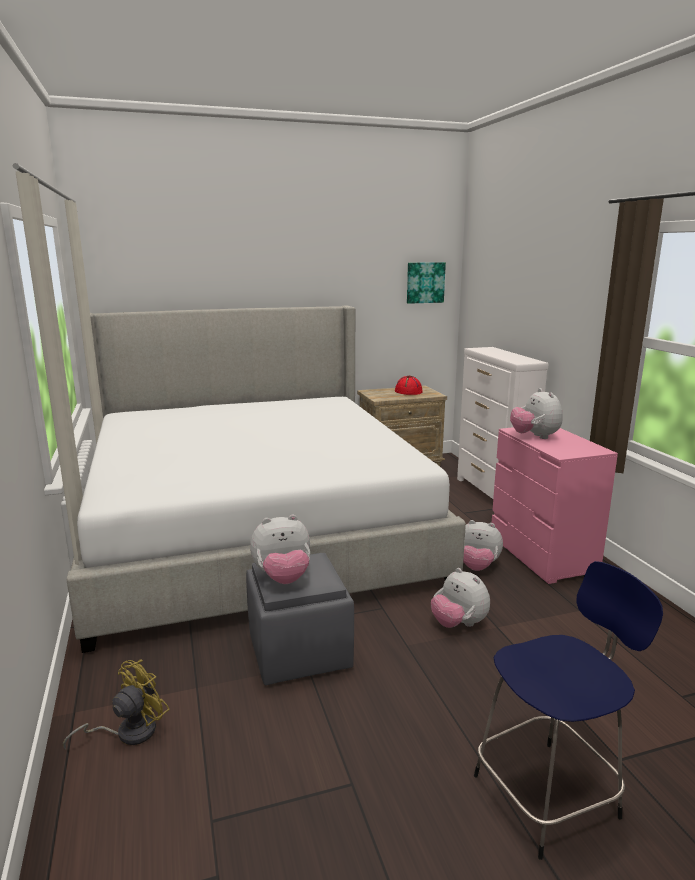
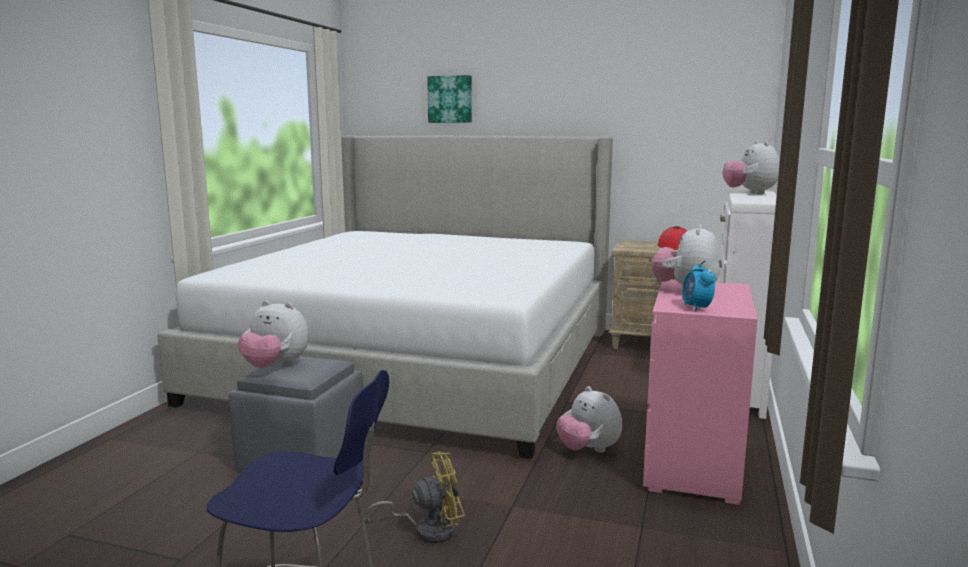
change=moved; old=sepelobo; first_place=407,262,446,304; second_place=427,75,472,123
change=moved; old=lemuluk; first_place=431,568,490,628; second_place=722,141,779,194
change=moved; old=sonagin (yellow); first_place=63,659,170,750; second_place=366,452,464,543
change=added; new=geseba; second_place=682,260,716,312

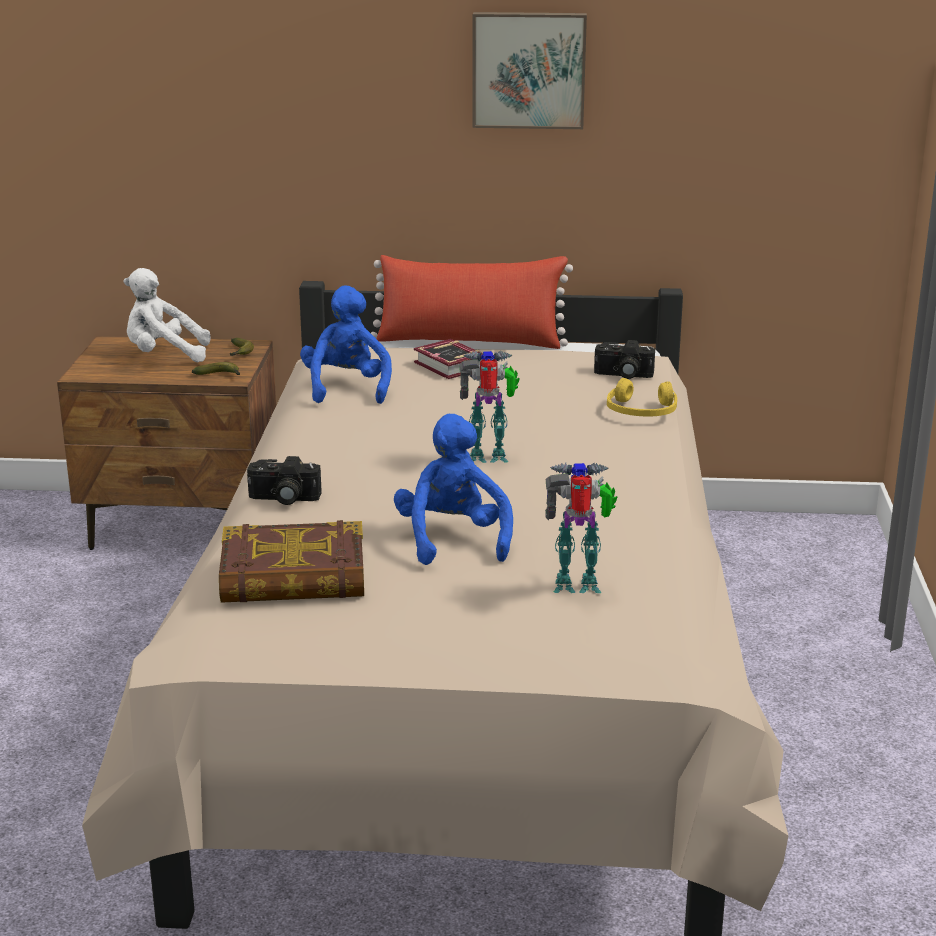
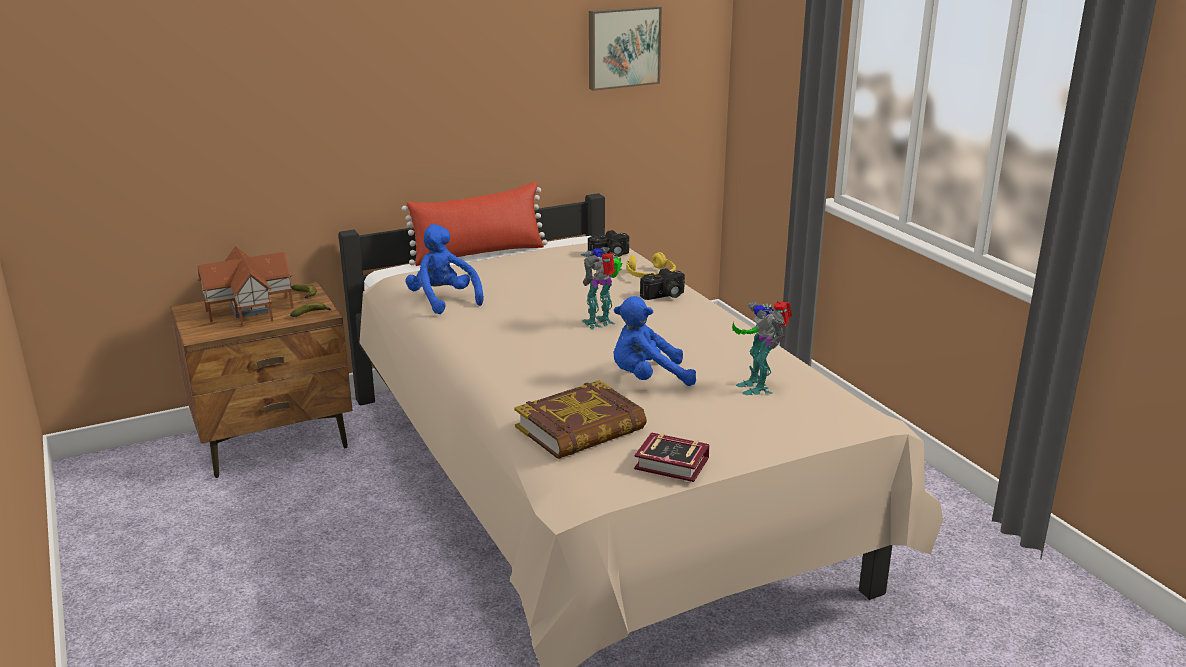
change=moved; old=sepelobo; first_place=472,12,587,129; second_place=589,6,662,91
change=replaced; old=lemuluk (white); new=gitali; first_place=124,268,210,362; second_place=198,246,293,327
change=moved; old=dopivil; first_place=414,339,483,379; second_place=634,432,710,482
change=turned; old=lemuluk (blue); first_place=394,414,513,565; second_place=613,296,696,386; degrees=-60
change=moved; old=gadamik; first_place=247,456,321,505; second_place=640,268,685,300
change=turned; old=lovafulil; first_place=545,462,617,593; second_place=732,301,792,395; degrees=-75

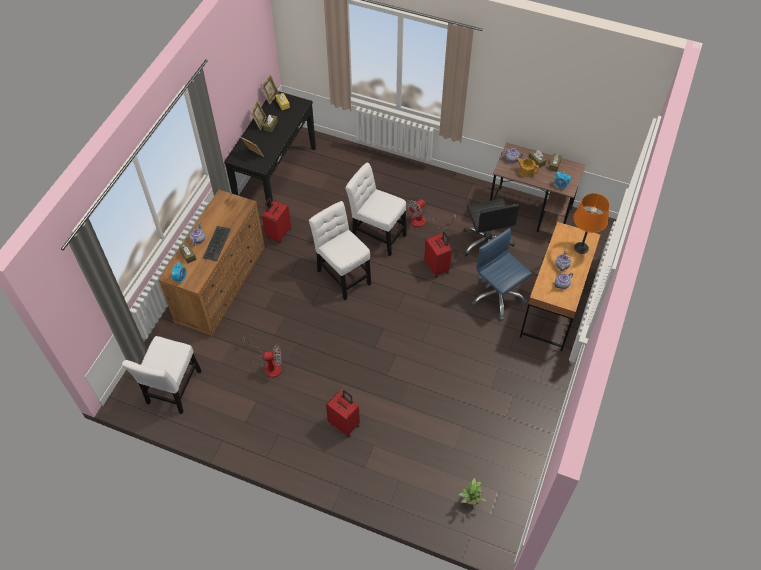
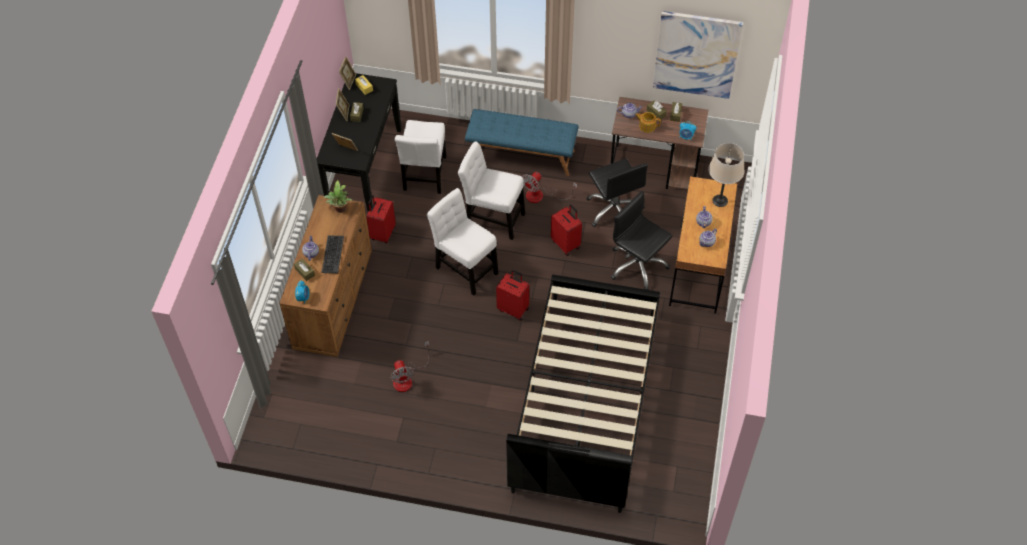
change=recoloured; old=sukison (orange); new=sukison (beige); first_place=574,193,610,254; second_place=708,143,744,207
change=recoloured; old=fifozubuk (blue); new=fifozubuk (black); first_place=471,228,532,320; second_place=611,191,673,290
change=moved; old=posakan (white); first_place=122,336,201,414; second_place=395,120,446,194
change=turned; old=sonagin; first_place=244,338,282,378; second_place=390,341,430,392; degrees=90
change=moved; old=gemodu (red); first_place=326,390,360,438; second_place=496,270,529,321
change=moved; old=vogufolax; first_place=458,478,487,506; second_place=324,180,353,213
change=added; new=sepelobo; second_place=653,11,744,99
change=added; new=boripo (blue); second_place=465,109,579,176
change=added; new=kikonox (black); second_place=506,275,660,513

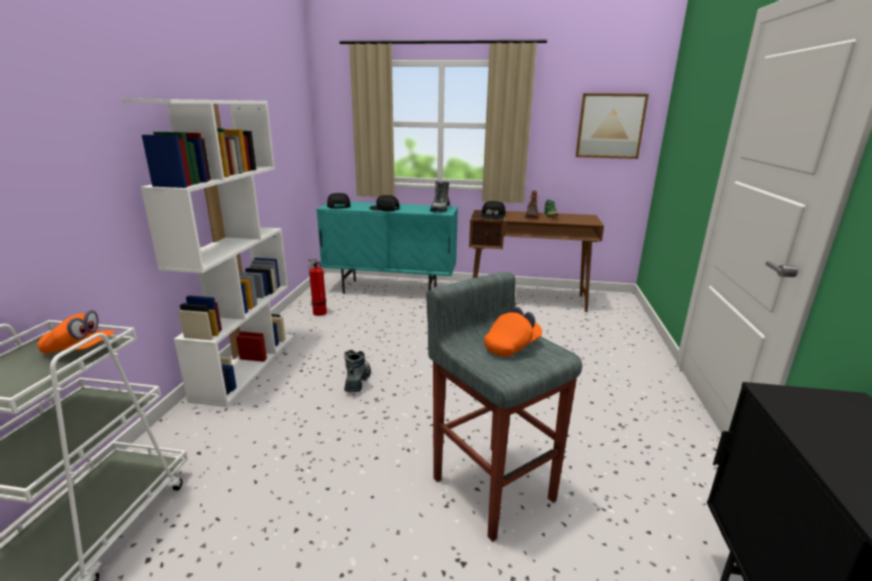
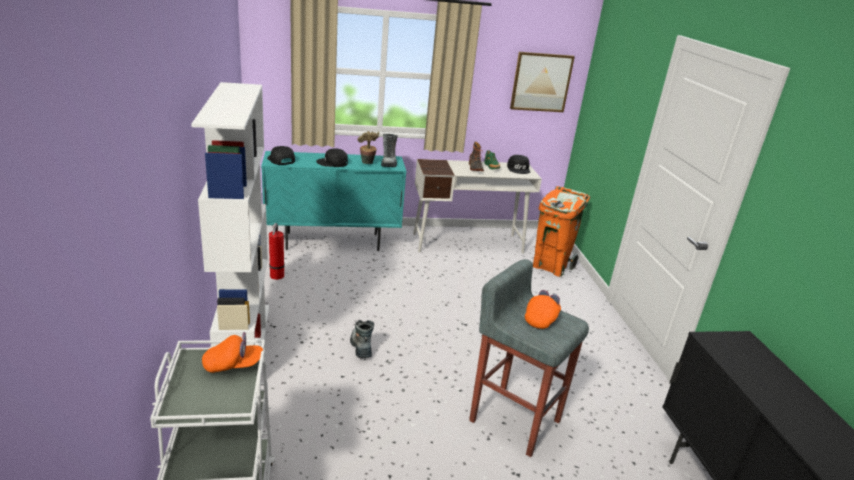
change=moved; old=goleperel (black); first_place=481,201,506,219; second_place=507,155,530,174
change=recoloured; old=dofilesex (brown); new=dofilesex (white); first_place=469,210,604,312; second_place=413,159,542,254
change=added; new=vogufolax; second_place=358,131,379,164
change=added; new=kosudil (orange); second_place=533,186,590,277

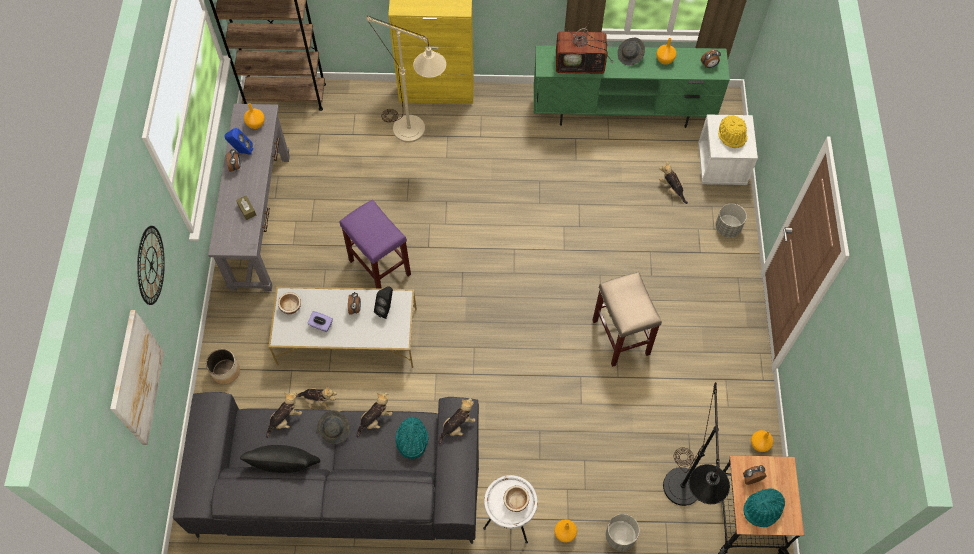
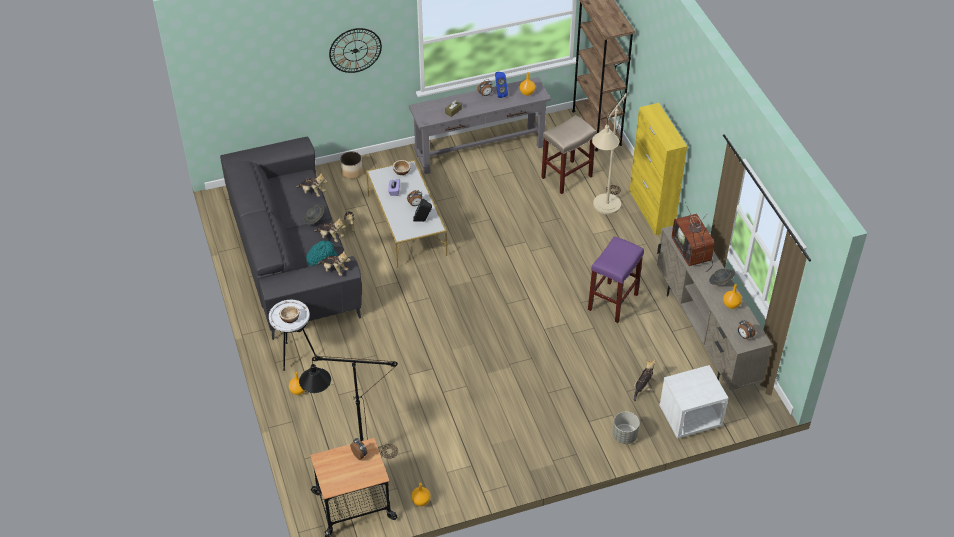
change=recoloured; old=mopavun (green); new=mopavun (beige); first_place=533,45,730,128; second_place=657,226,772,390
change=removed; old=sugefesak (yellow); first_place=718,115,747,148
change=moved; old=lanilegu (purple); first_place=340,199,411,288; second_place=588,236,644,323
change=moved; old=lanilegu (beige); first_place=592,272,662,367; second_place=541,115,597,194
change=removed; old=sepelobo; first_place=110,310,164,445
change=removed; old=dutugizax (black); first_place=240,445,320,473
change=removed; old=sugefesak (turquoise); first_place=744,488,785,527
change=removed; old=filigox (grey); first_place=606,514,639,551

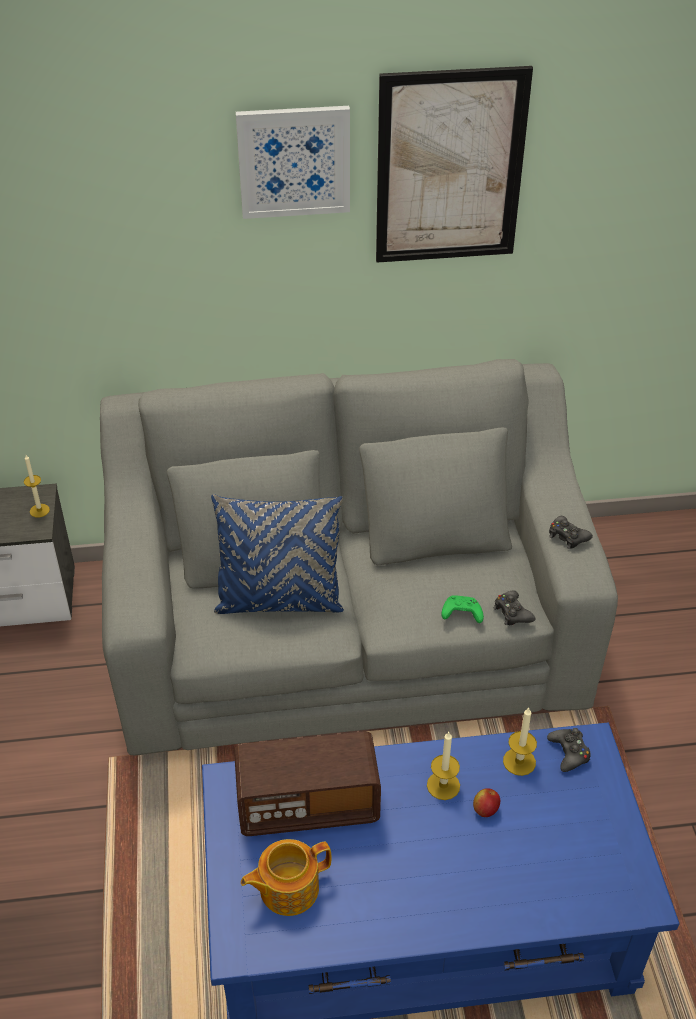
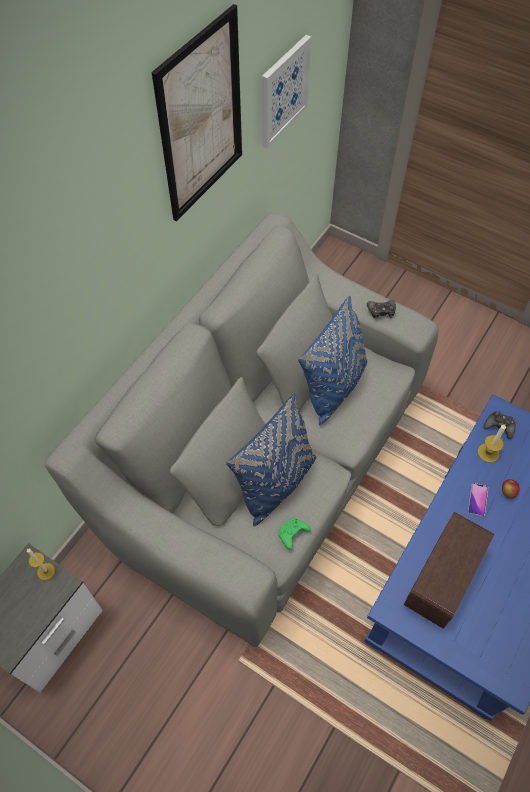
change=moved; old=sepelobo; first_place=236,106,350,219; second_place=262,35,311,148
change=removed; old=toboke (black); first_place=494,590,535,625
change=moved; old=toboke (green); first_place=441,596,484,623; second_place=278,518,311,550
change=replaced; old=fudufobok; new=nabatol; first_place=427,732,460,800; second_place=468,483,488,517
change=removed; old=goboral; first_place=241,839,331,916
change=added; new=dutugizax (blue); second_place=298,296,367,426

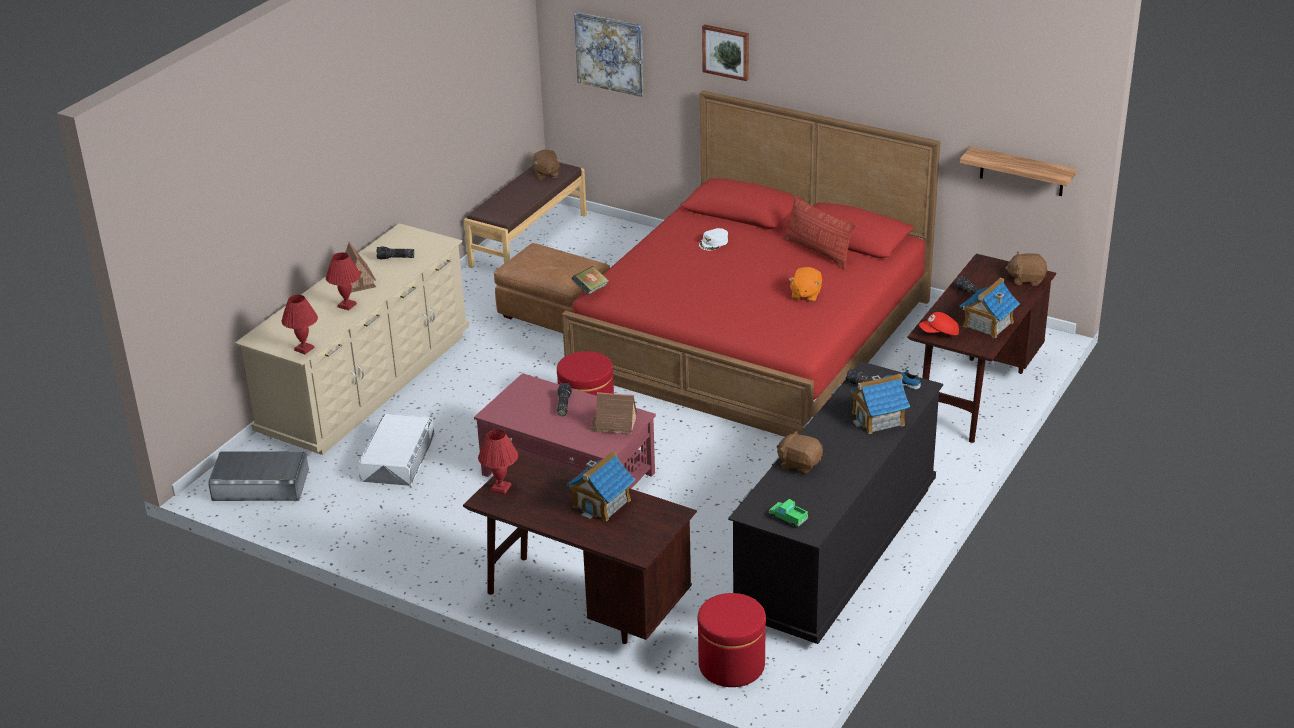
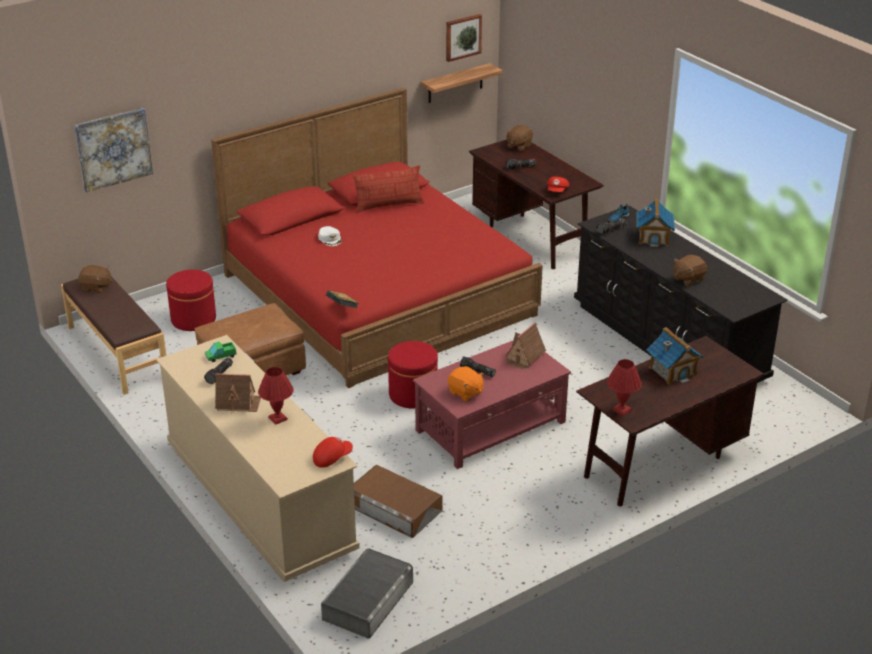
change=moved; old=sepelobo; first_place=702,24,749,81; second_place=446,14,482,62
change=moved; old=lemuluk (orange); first_place=789,267,822,302; second_place=448,366,484,401
change=removed; old=gitali; first_place=960,278,1020,338
change=replaced; old=sukison (red); new=goleperel (red); first_place=281,295,318,354; second_place=313,437,353,468
change=recoloured; old=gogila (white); new=gogila (brown); first_place=358,414,435,486; second_place=354,465,443,538
change=moved; old=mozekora; first_place=769,499,808,527; second_place=205,342,237,362
change=moved; old=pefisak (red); first_place=698,593,766,687; second_place=166,269,216,331

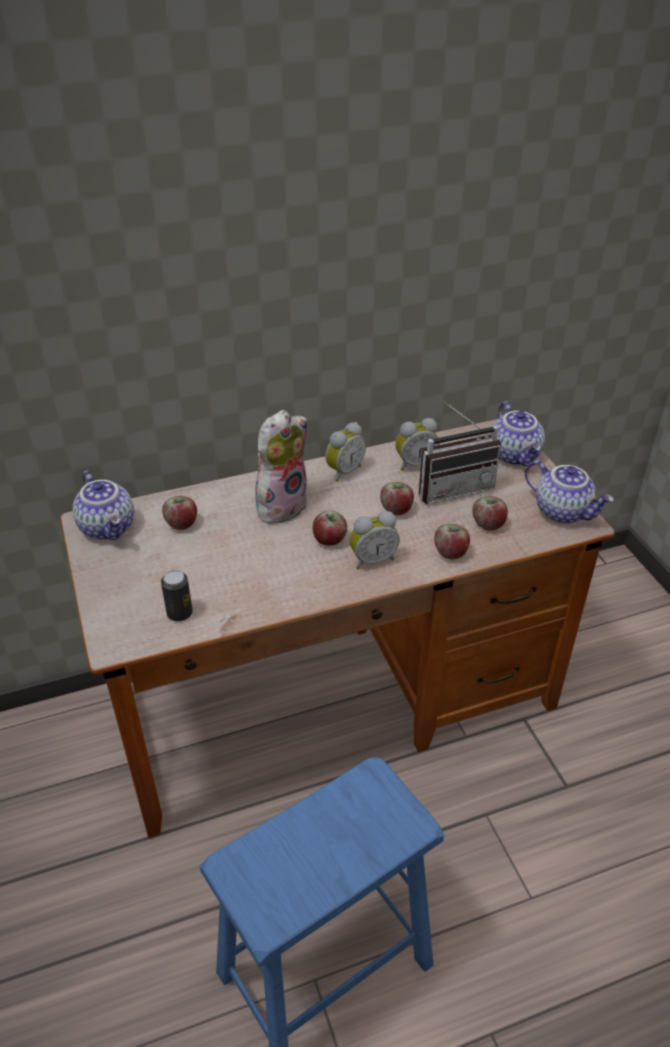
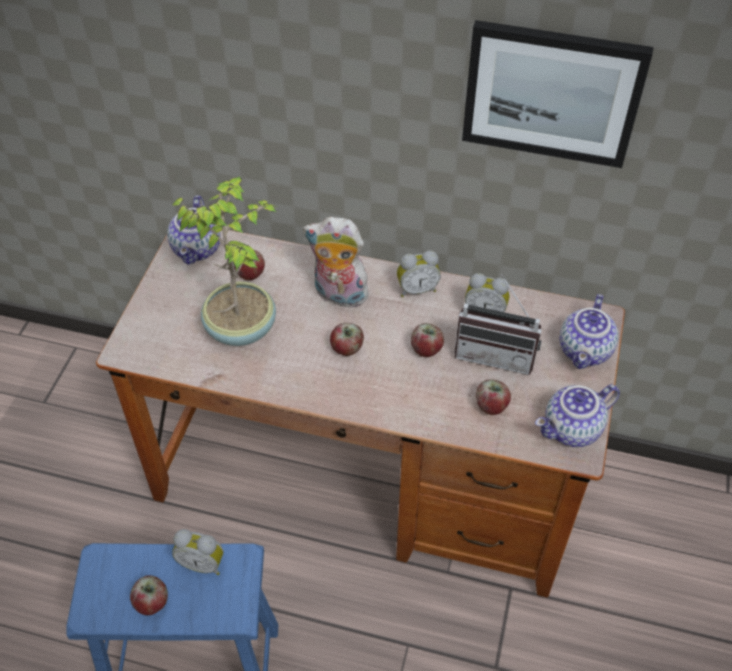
change=turned; old=lemuluk; first_place=255,410,308,525; second_place=303,217,371,307; degrees=-150
change=turned; old=goboral; first_place=525,460,614,524; second_place=535,384,620,447; degrees=75
change=moved; old=geseba; first_place=349,511,400,569; second_place=172,529,223,575
change=moved; old=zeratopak; first_place=434,524,470,559; second_place=130,575,168,615
change=removed; old=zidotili; first_place=161,570,193,621
change=added; new=sepelobo; second_place=462,20,654,168
change=added; new=vogufolax; second_place=172,176,277,346

